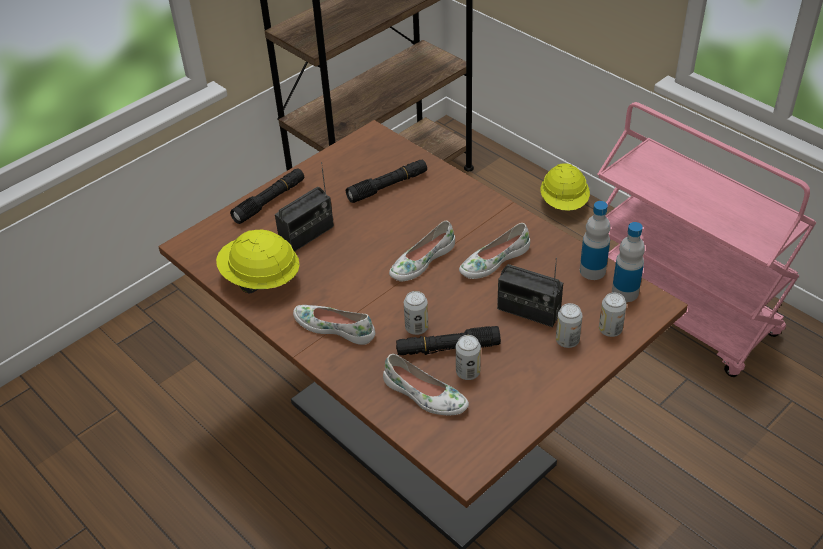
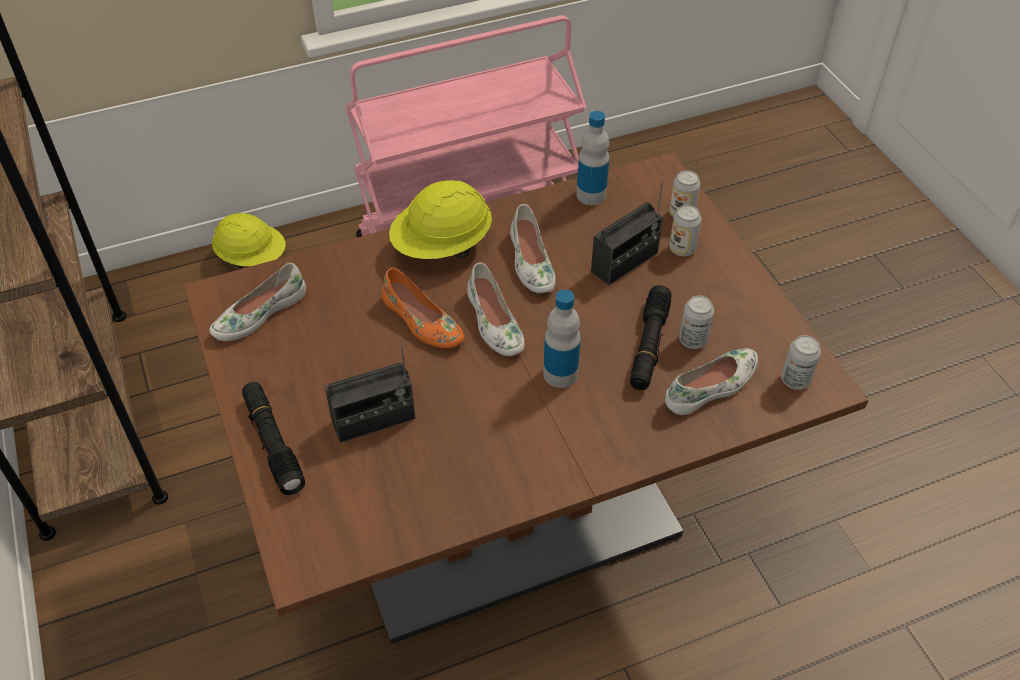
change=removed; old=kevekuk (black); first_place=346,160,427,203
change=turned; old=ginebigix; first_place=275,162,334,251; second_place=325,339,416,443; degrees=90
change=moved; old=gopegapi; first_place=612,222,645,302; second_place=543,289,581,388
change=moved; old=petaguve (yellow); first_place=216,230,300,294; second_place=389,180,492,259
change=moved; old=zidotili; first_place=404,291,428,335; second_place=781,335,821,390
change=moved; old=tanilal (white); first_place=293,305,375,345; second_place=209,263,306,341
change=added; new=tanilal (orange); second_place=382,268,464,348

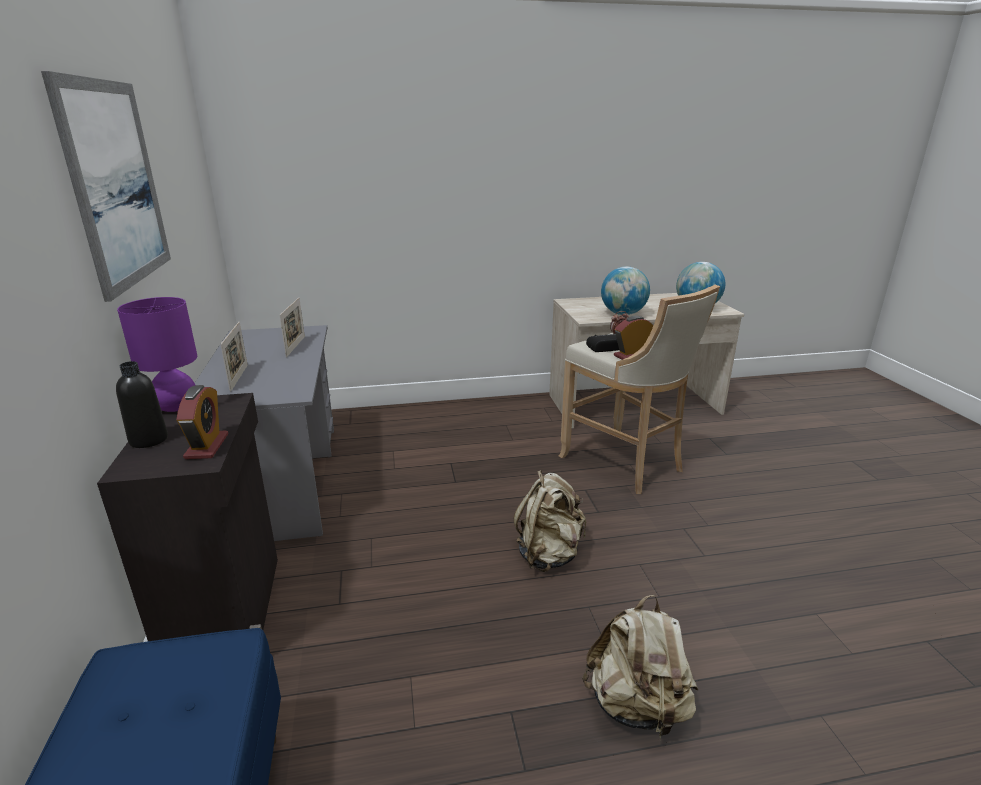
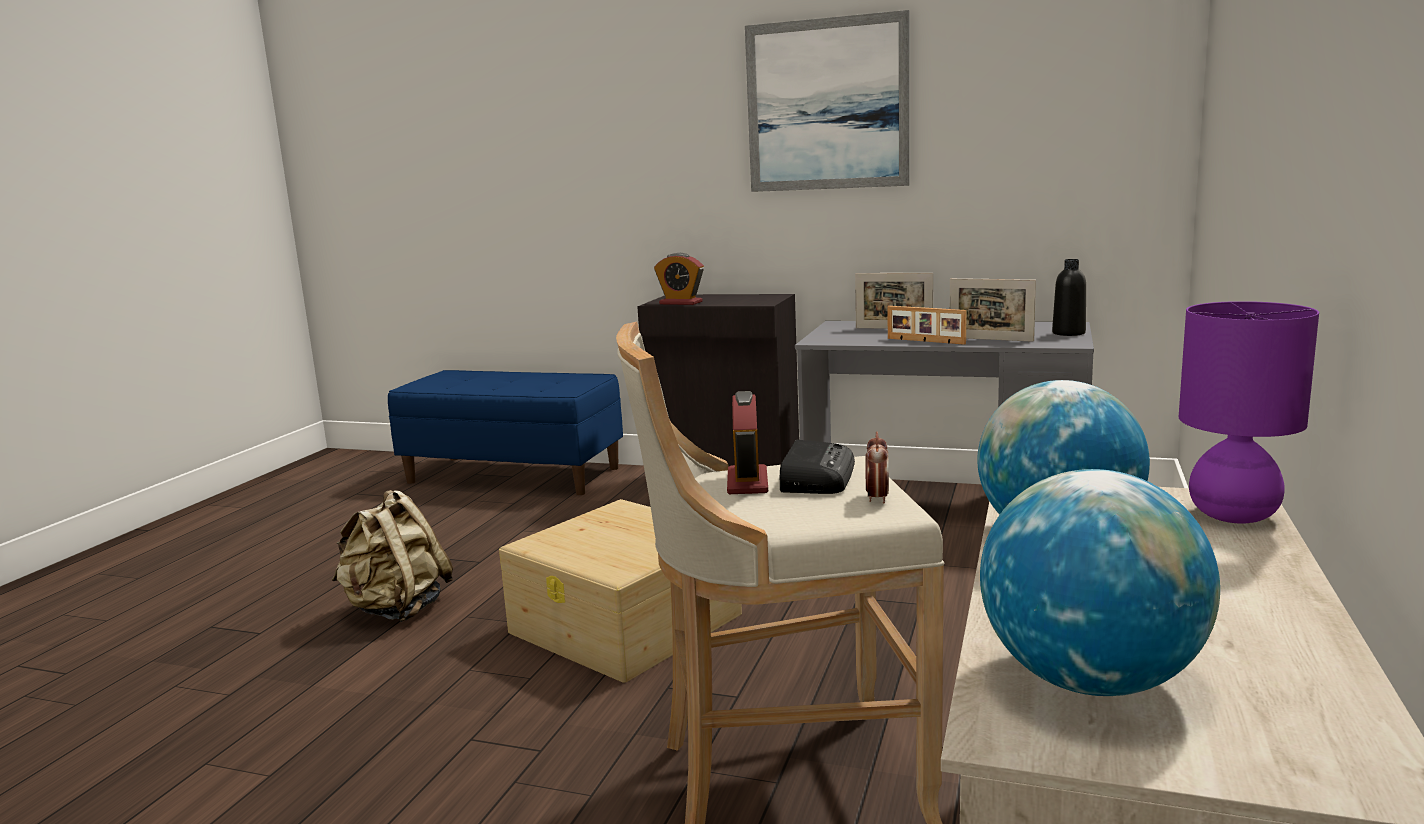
change=moved; old=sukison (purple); first_place=117,297,197,412; second_place=1179,301,1319,524
change=moved; old=gopegapi (black); first_place=116,361,168,448; second_place=1052,259,1086,336
change=replaced; old=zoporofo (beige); new=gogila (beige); first_place=514,470,586,572; second_place=499,499,742,683
change=added; new=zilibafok; second_place=888,306,967,345

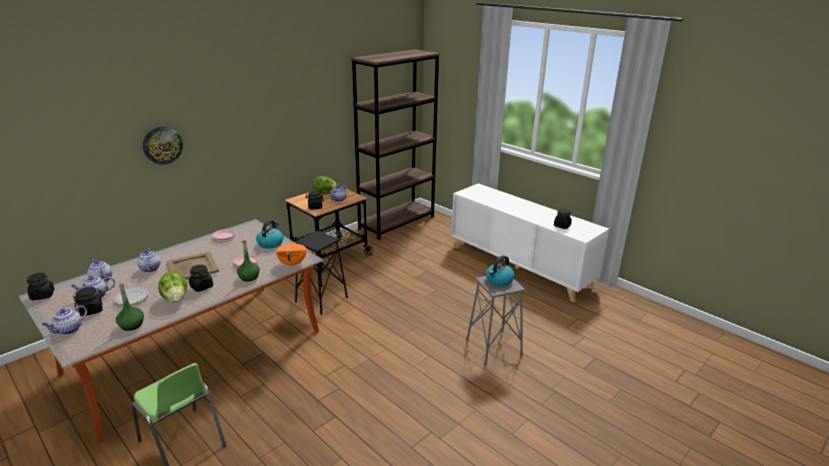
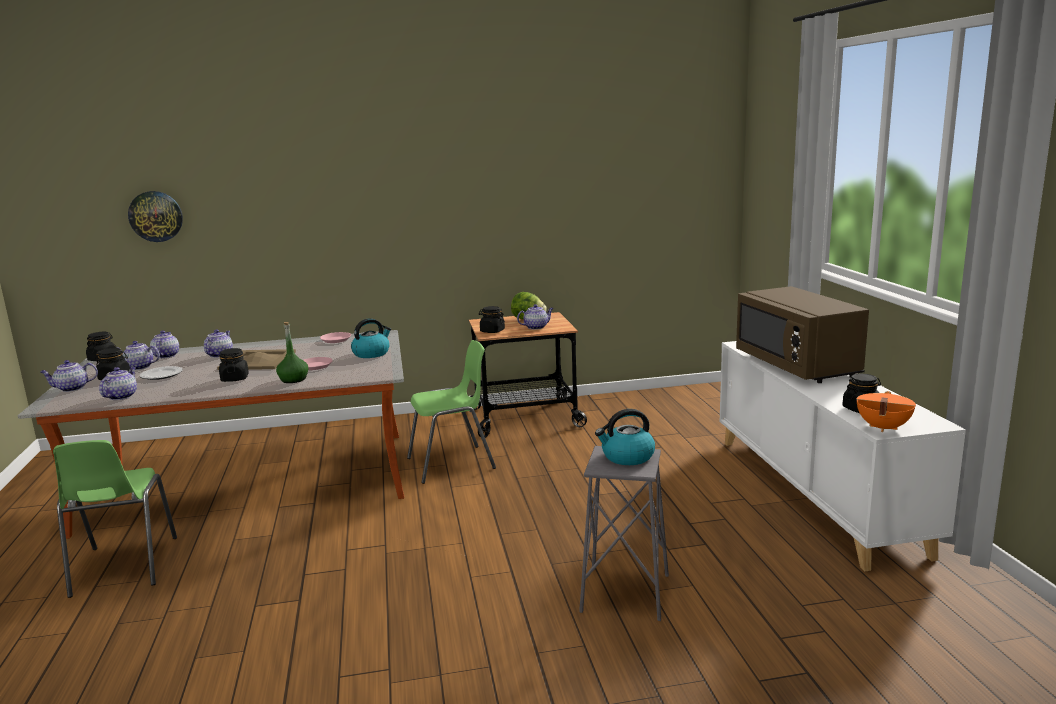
change=removed; old=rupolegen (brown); first_place=351,49,440,240
change=moved; old=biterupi; first_place=143,126,183,165; second_place=128,191,183,242
change=replaced; old=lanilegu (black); new=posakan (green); first_place=295,231,348,315; second_place=407,340,496,484
change=moved; old=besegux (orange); first_place=276,242,307,268; second_place=856,391,916,432
change=removed; old=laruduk; first_place=158,272,187,303
change=replaced; old=gopegapi (green); new=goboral; first_place=116,283,144,331; second_place=99,367,137,400
change=added; new=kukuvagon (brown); second_place=736,286,869,383

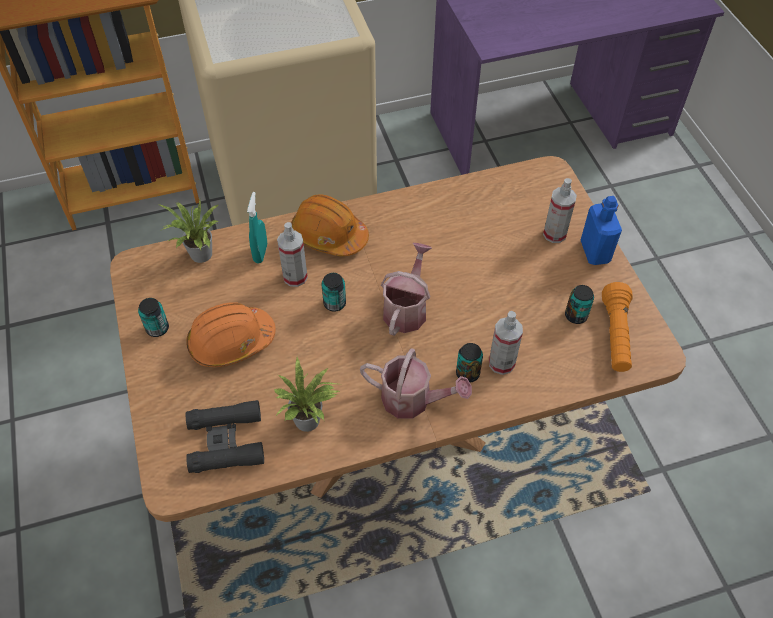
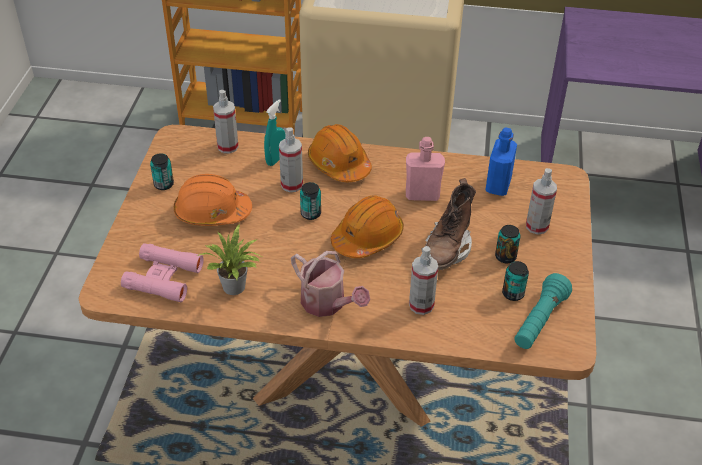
change=moved; old=gopegapi (blue); first_place=580,196,622,265; second_place=486,127,517,196
change=replaced; old=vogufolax; new=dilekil; first_place=158,200,219,263; second_place=213,90,239,153
change=replaced; old=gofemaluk; new=petaguve (orange); first_place=381,243,432,336; second_place=331,196,404,258
change=recoloured; old=kevekuk (orange); new=kevekuk (turquoise); first_place=602,282,633,372; second_place=514,273,572,349
change=moved; old=zidotili; first_place=456,343,483,383; second_place=495,225,521,264
change=recoloured; old=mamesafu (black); new=mamesafu (pink); first_place=186,400,264,473; second_place=121,243,204,303
change=added; new=gopegapi (pink); second_place=406,137,445,201
change=added; new=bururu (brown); second_place=421,178,476,270

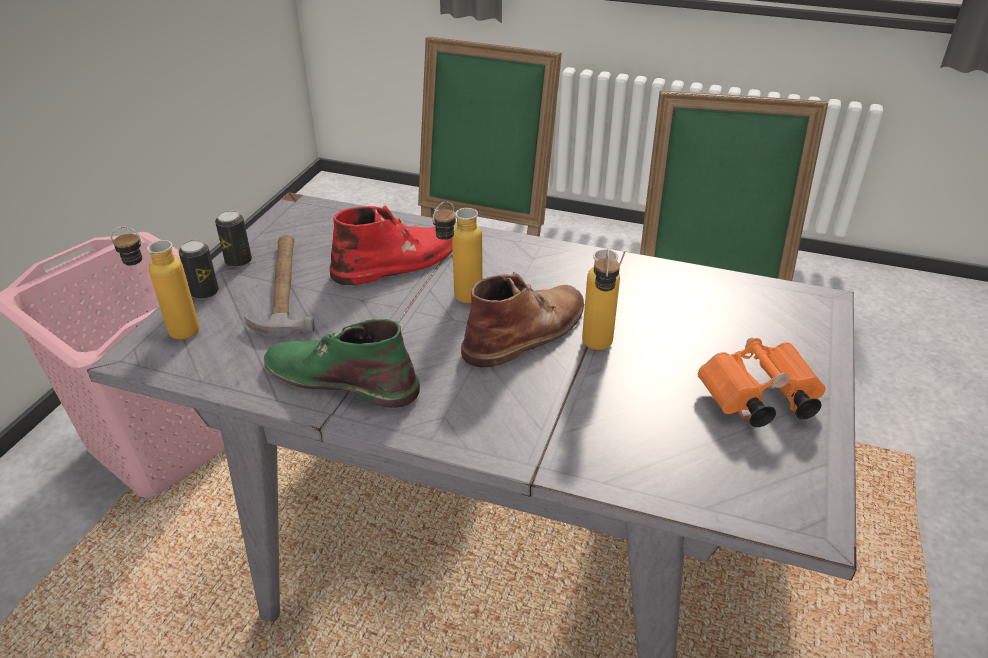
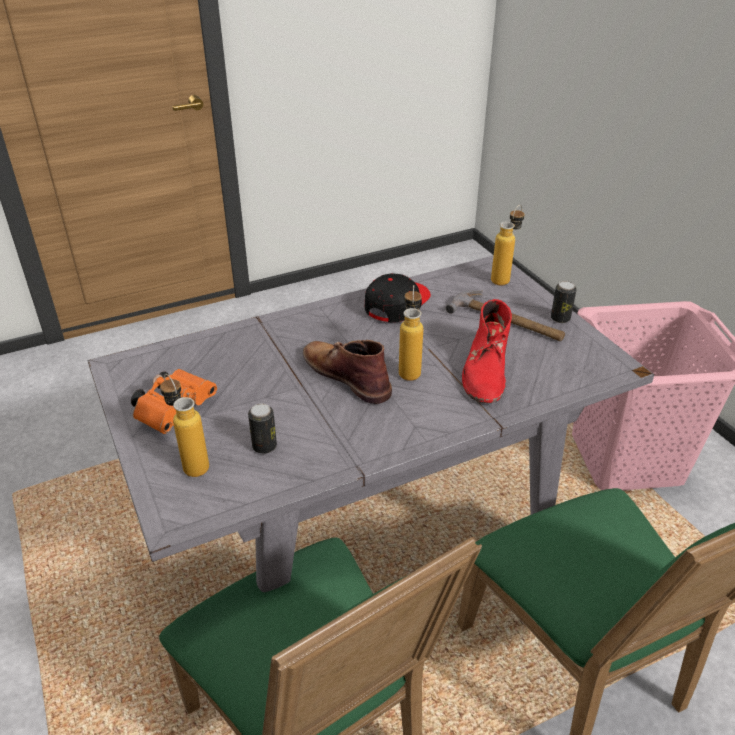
change=moved; old=zidotili; first_place=179,240,219,299; second_place=248,404,277,454
change=moved; old=gopegapi; first_place=582,249,620,350; second_place=160,374,209,477
change=turned; old=bururu (brown); first_place=461,272,584,368; second_place=303,340,392,404; degrees=135
change=replaced; old=bururu (green); new=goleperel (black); first_place=264,319,420,408; second_place=365,273,431,322

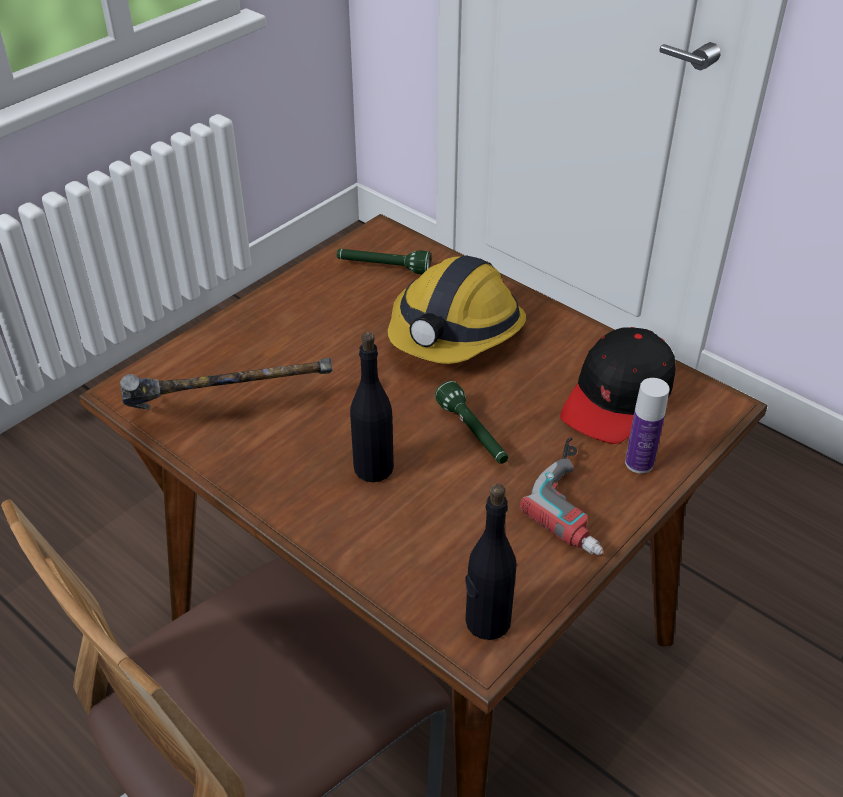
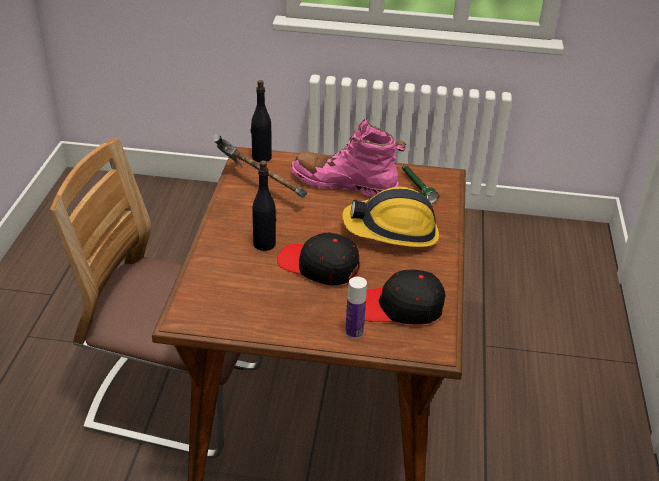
change=replaced; old=kevekuk (green); new=goleperel (black); first_place=435,381,508,464; second_place=277,233,359,285
change=removed; old=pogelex; first_place=520,437,603,555
change=moved; old=gopegapi (black); first_place=465,484,516,640; second_place=251,80,272,162
change=added; new=bururu (pink); second_place=291,119,406,197

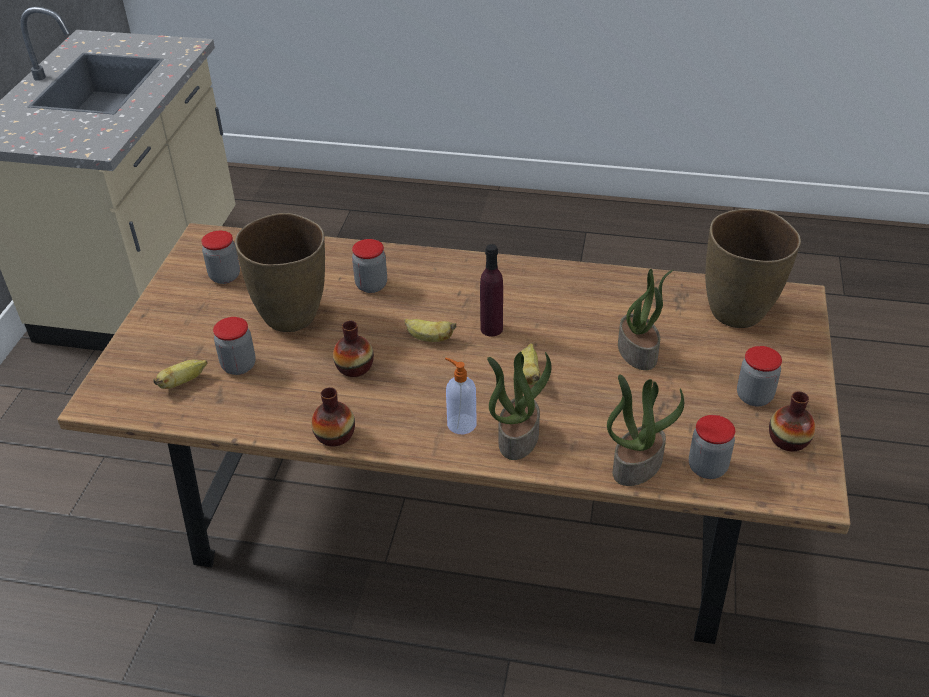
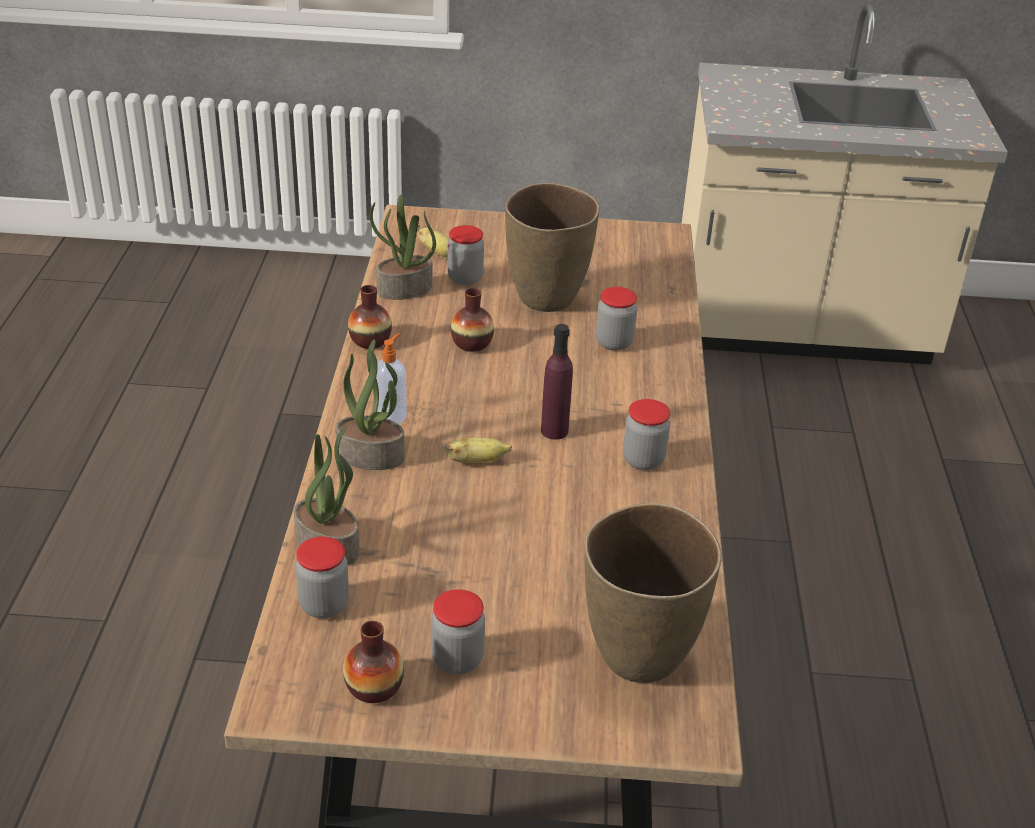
change=moved; old=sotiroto; first_place=201,231,240,284; second_place=623,399,670,470
change=moved; old=vogufolax; first_place=618,269,673,370; second_place=370,195,436,300
change=removed; old=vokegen; first_place=404,319,456,342

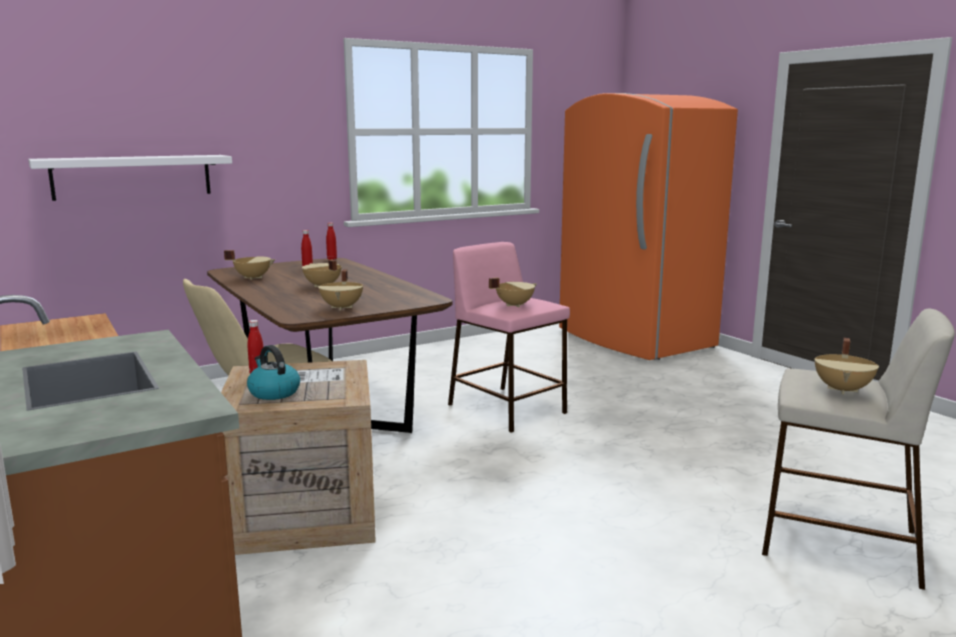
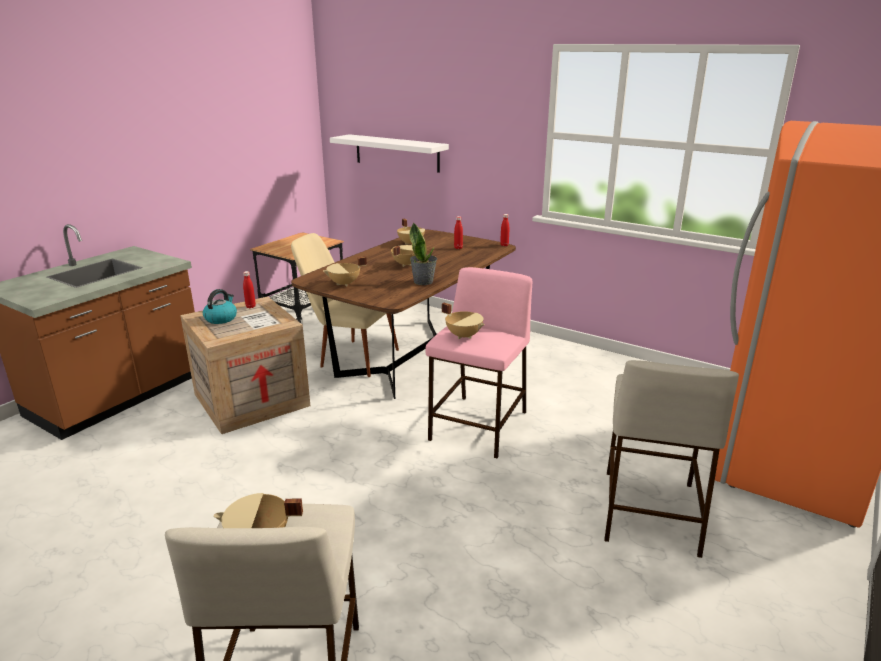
change=added; new=vogufolax; second_place=409,222,437,285
change=added; new=lanilegu (beige); second_place=604,360,739,558

